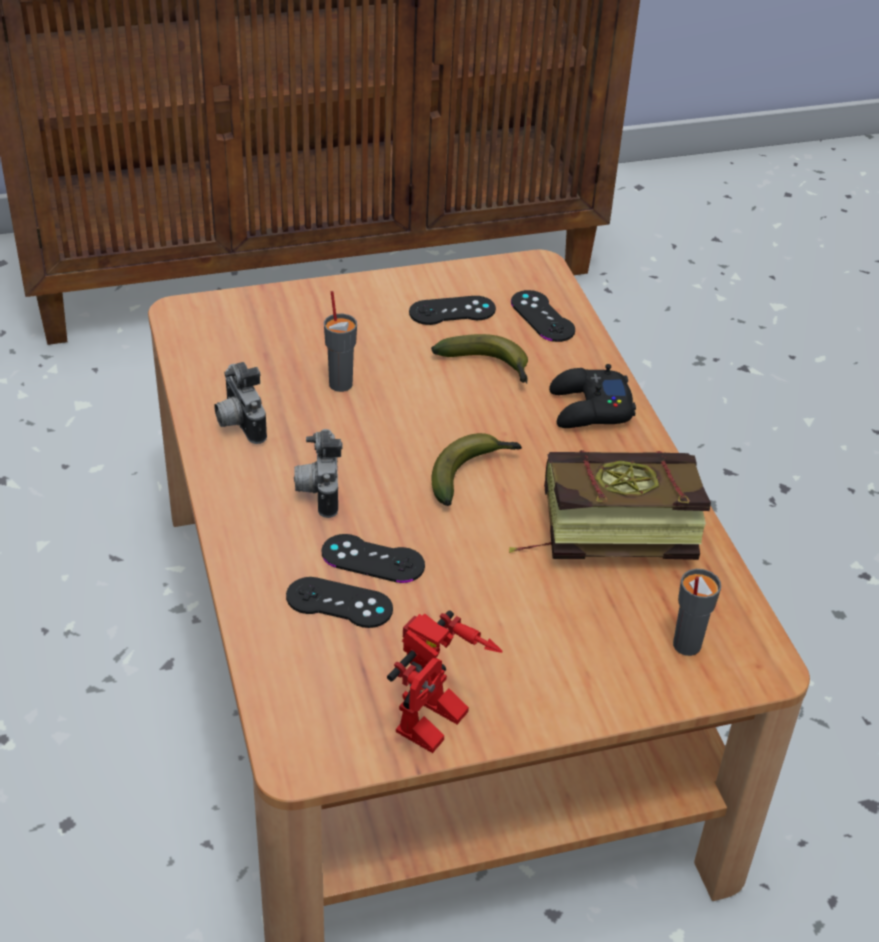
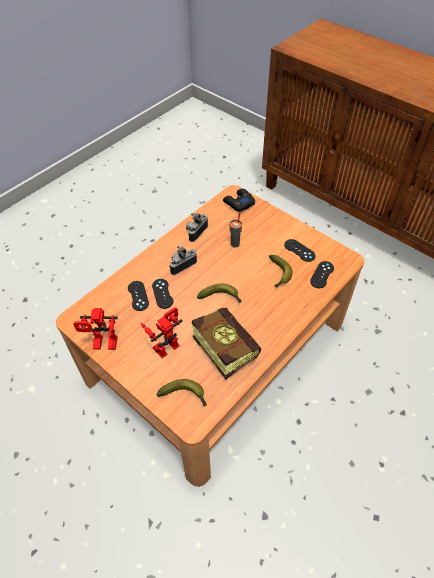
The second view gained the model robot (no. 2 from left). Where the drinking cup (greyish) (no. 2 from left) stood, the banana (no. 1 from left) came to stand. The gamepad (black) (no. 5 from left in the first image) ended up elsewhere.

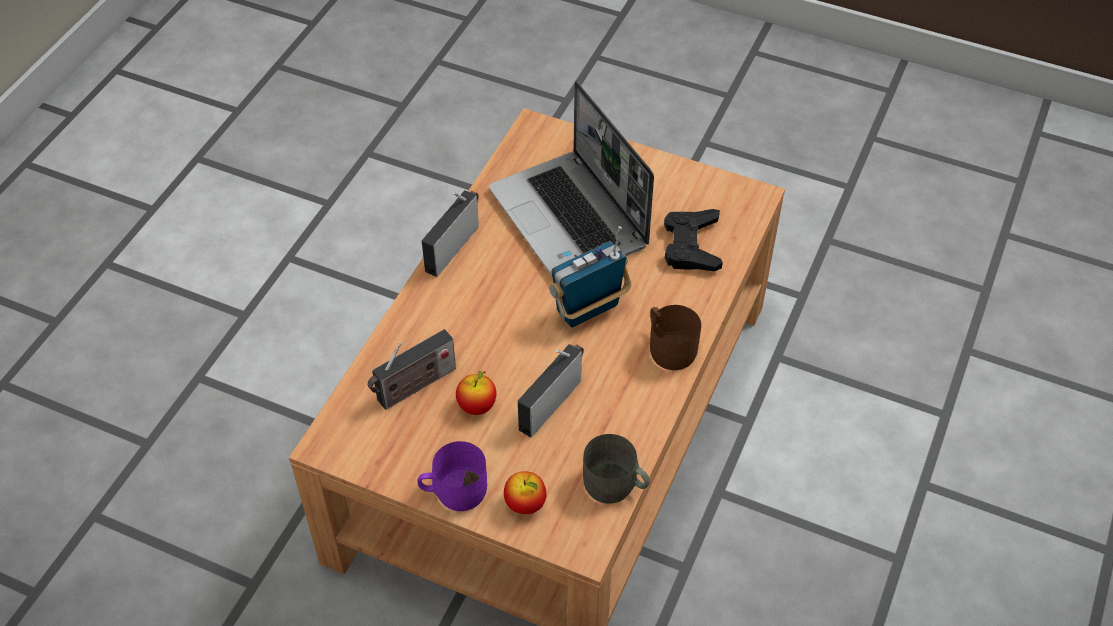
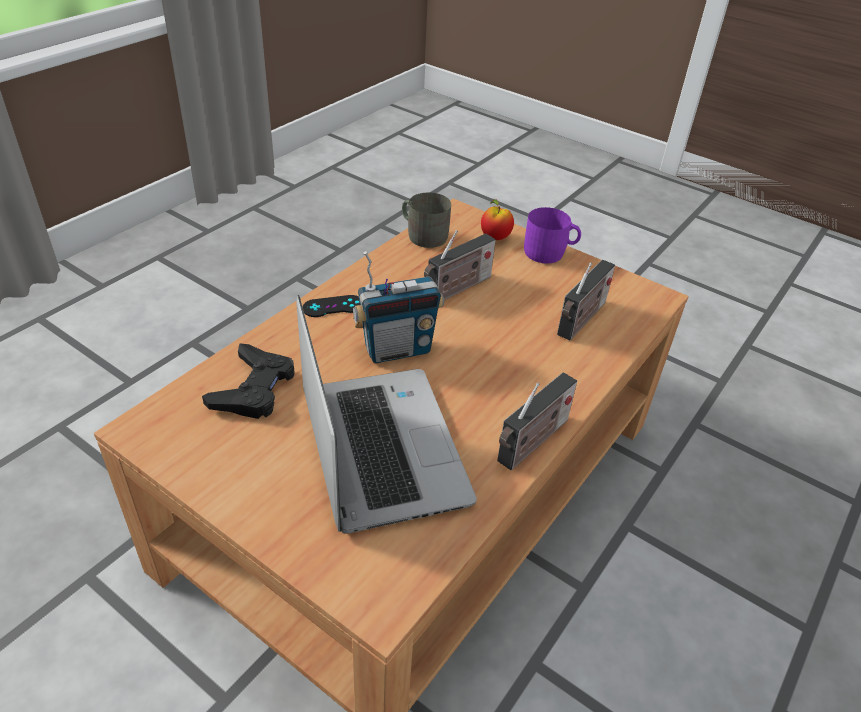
Where the coffee mug (brown) stood, the gamepad (black) (no. 2 from left) came to stand. The radio (no. 1 from left in the first image) ended up facing another way, 150 degrees clockwise from before. The second view lost the apple fruit (no. 1 from left).

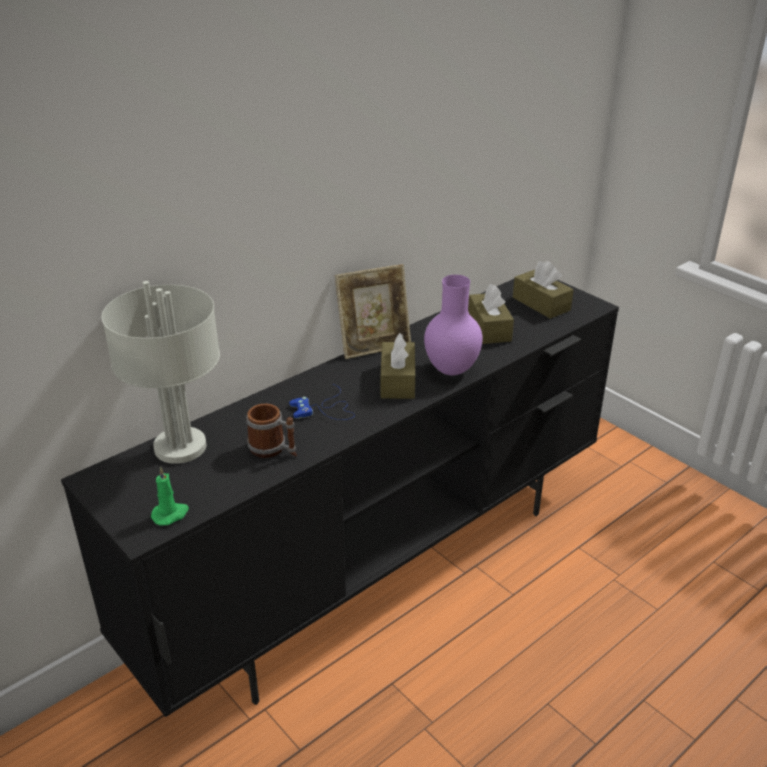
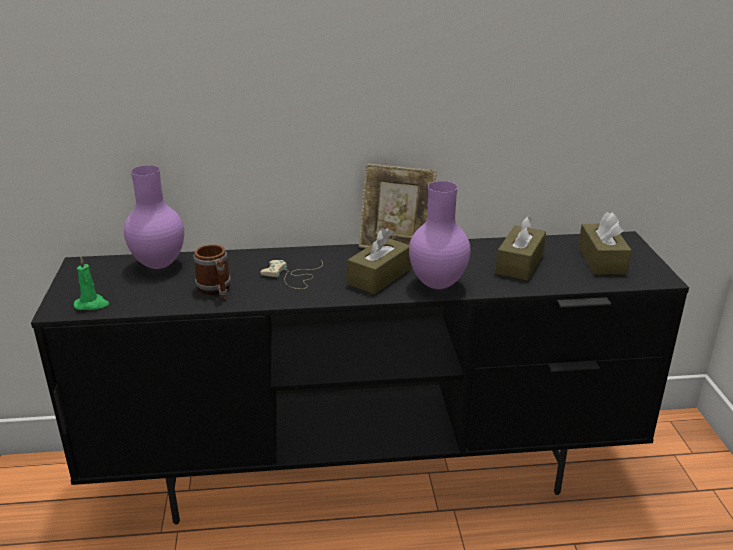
Where the tabletop lamp (greyish) stood, the vase (purple) (no. 1 from left) came to stand. What was the gamepad (blue-coloured) turned into the gamepad (beige).

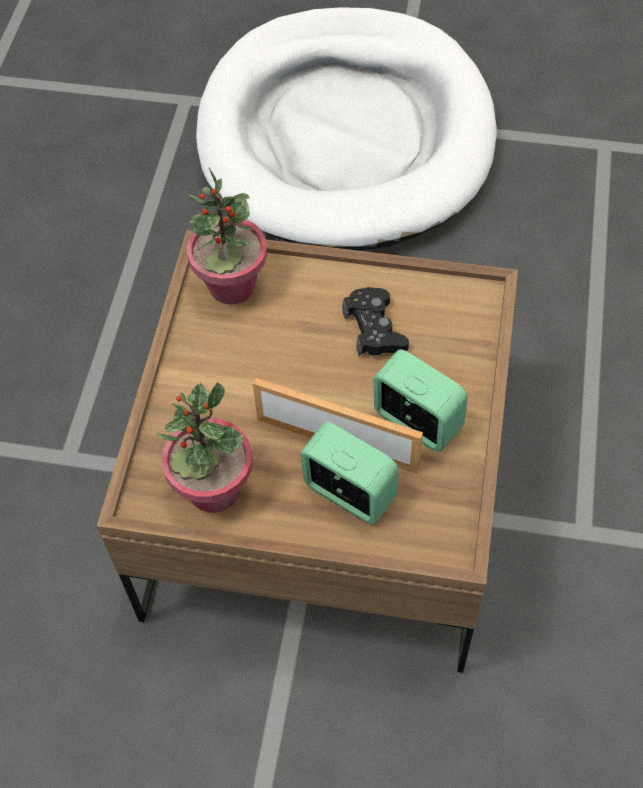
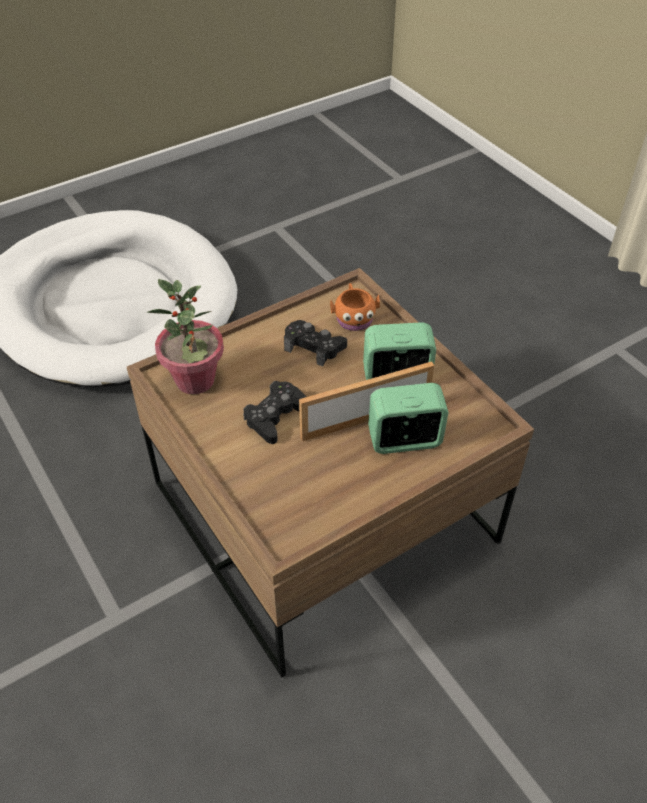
The second view gained the gamepad (black) (no. 1 from left). The second view gained the coffee mug (orangey). The second view lost the houseplant (no. 1 from left).

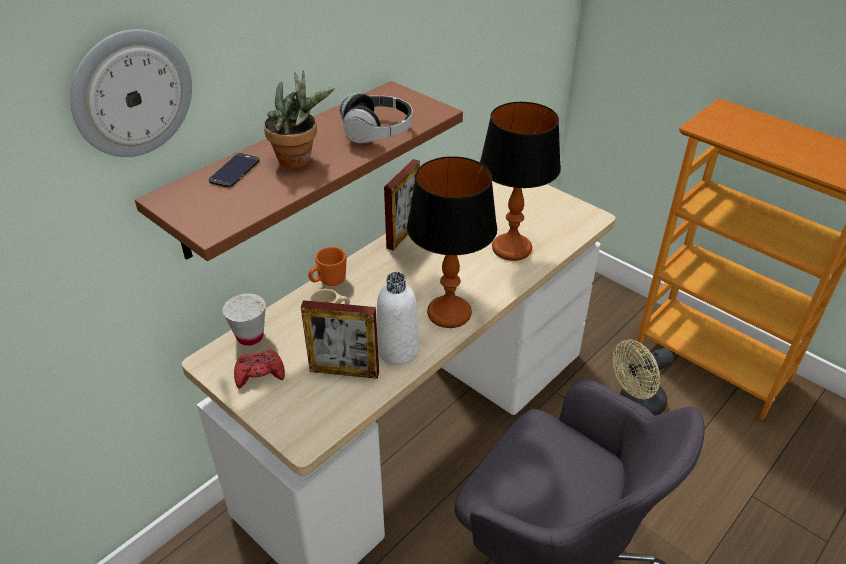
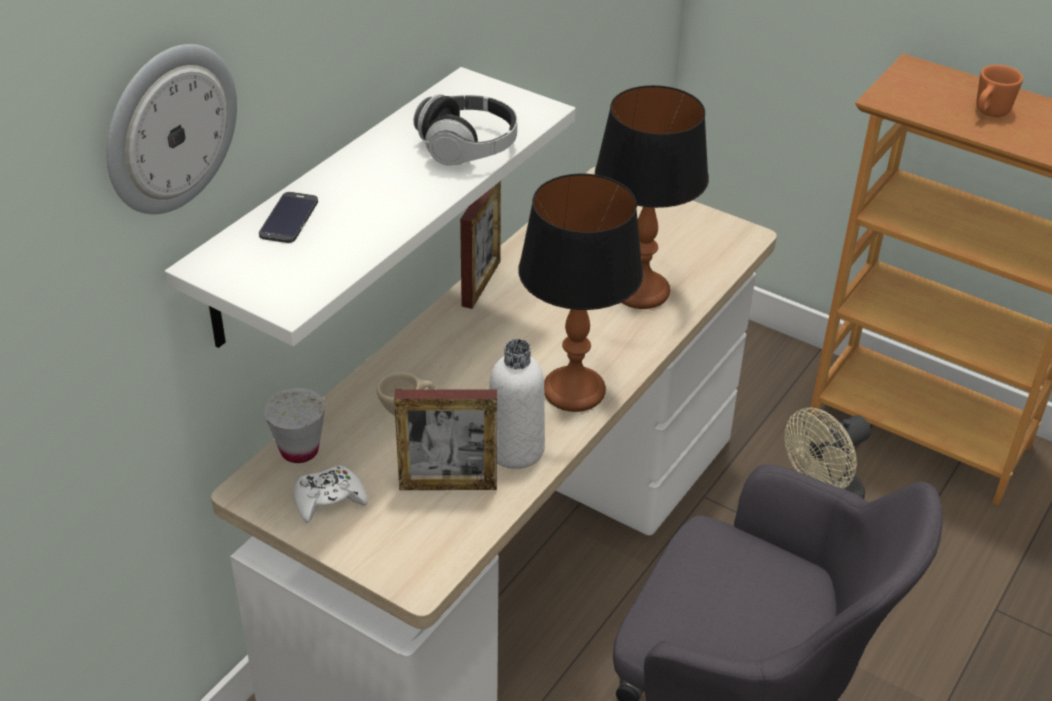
What was the shelf (brown) turned into the shelf (white). What was the gamepad (red-coloured) turned into the gamepad (white). The coffee mug (orangey) ended up elsewhere. The second view lost the houseplant.

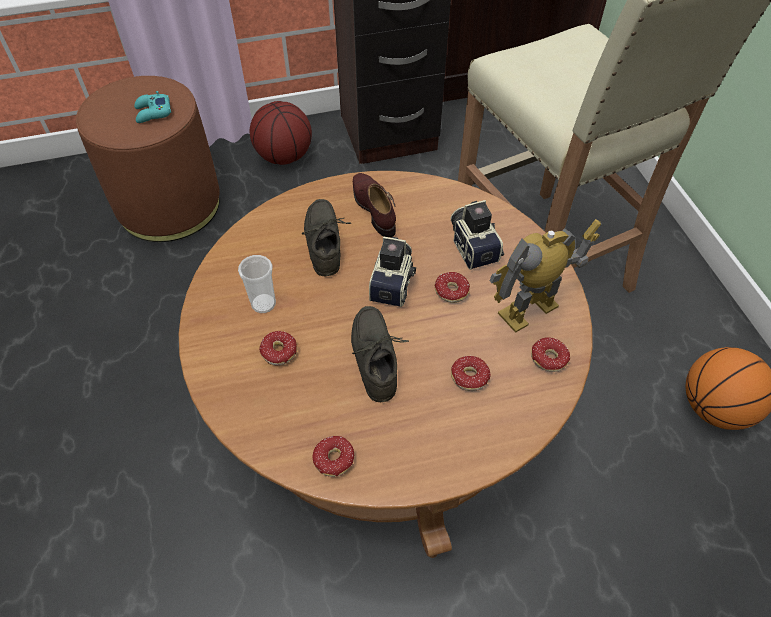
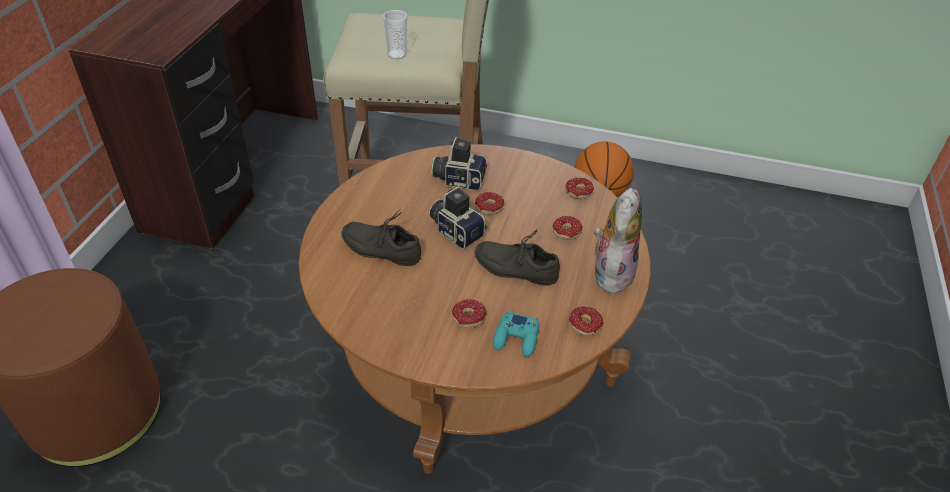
The drinking cup ended up elsewhere. The gamepad (turquoise) ended up elsewhere. The second view gained the soft toy. The second view lost the ball for basketball (no. 1 from left). The second view lost the shoe (brown). The second view lost the model robot.

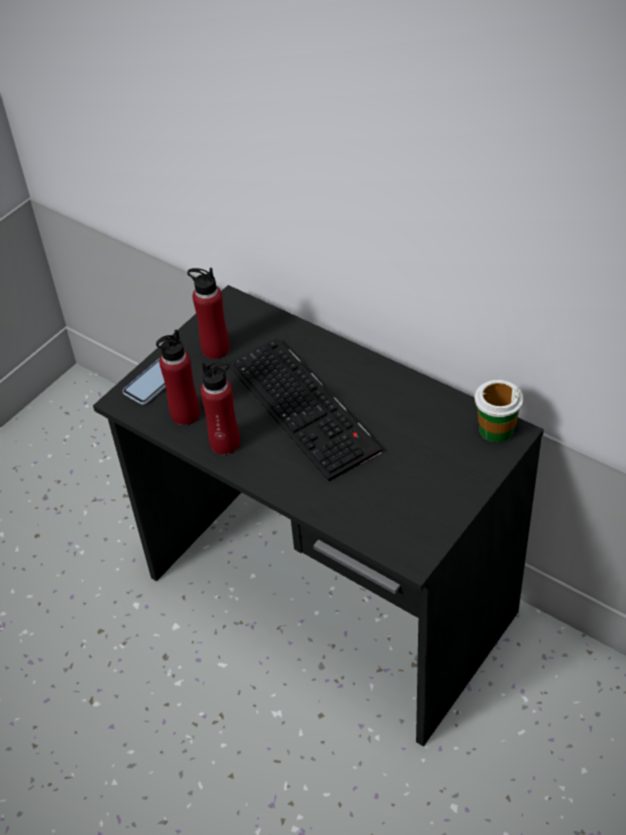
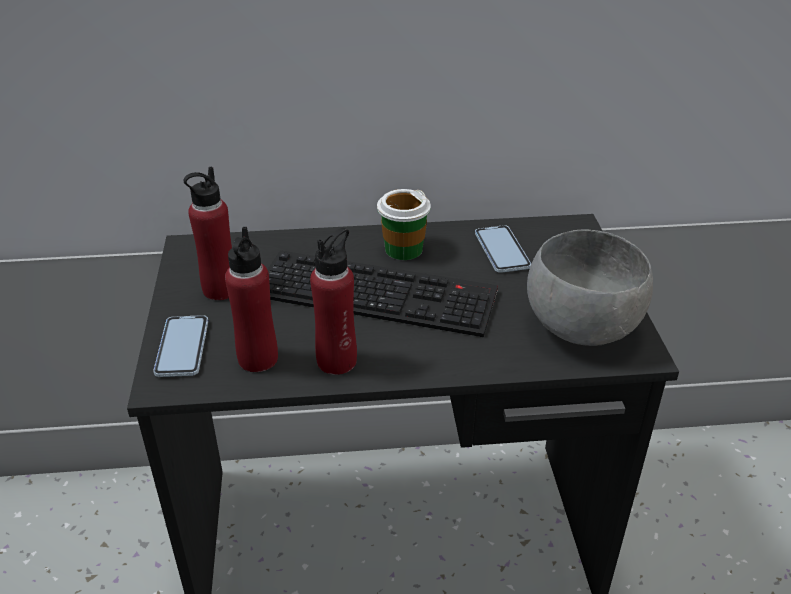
The drinking cup ended up elsewhere. The second view gained the telephone (no. 2 from left). The second view gained the serving bowl (greyish).

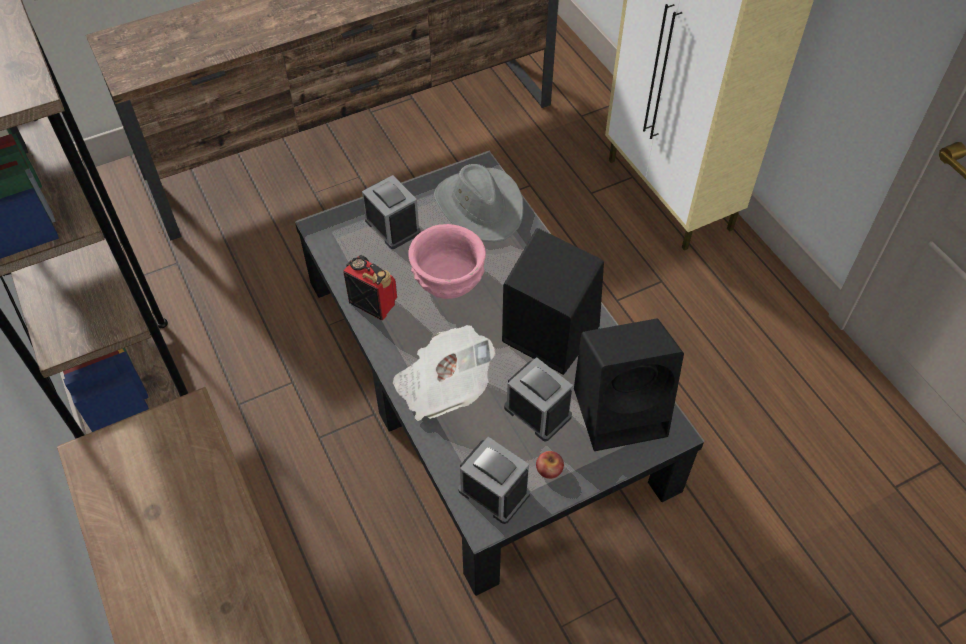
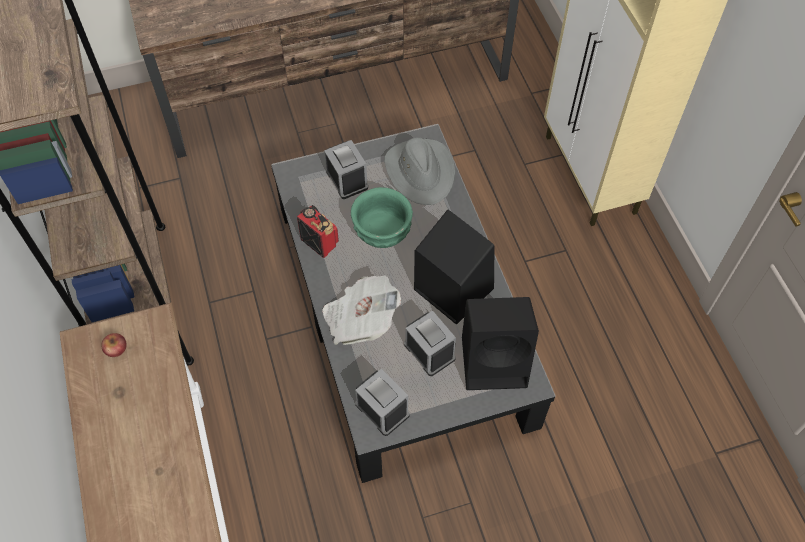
The apple fruit ended up elsewhere. What was the serving bowl (pink) turned into the serving bowl (greenish).

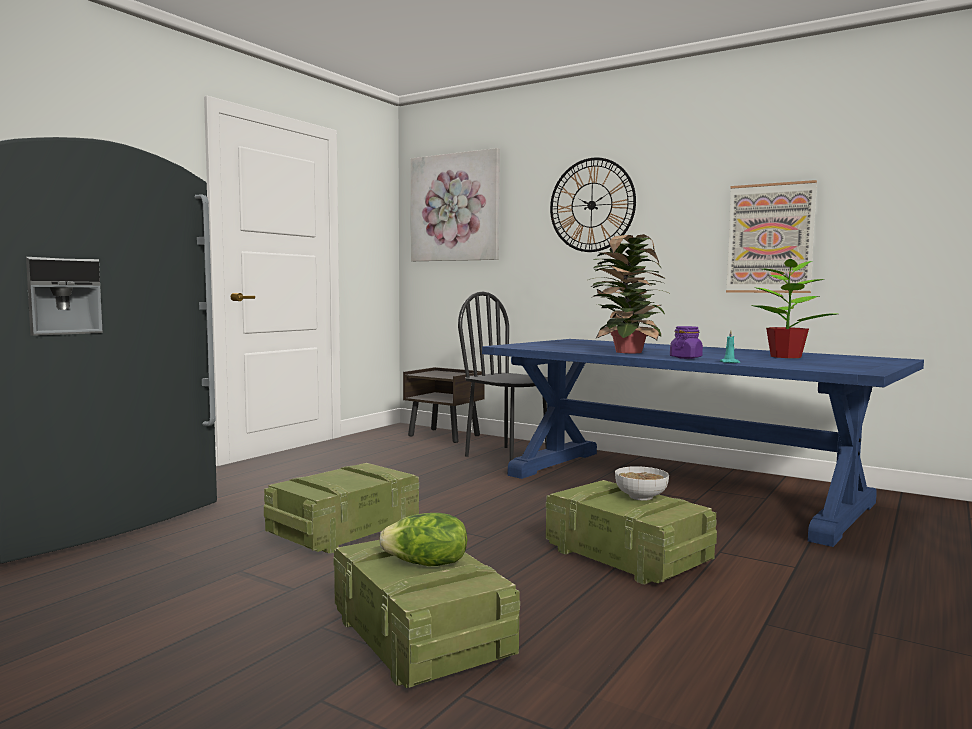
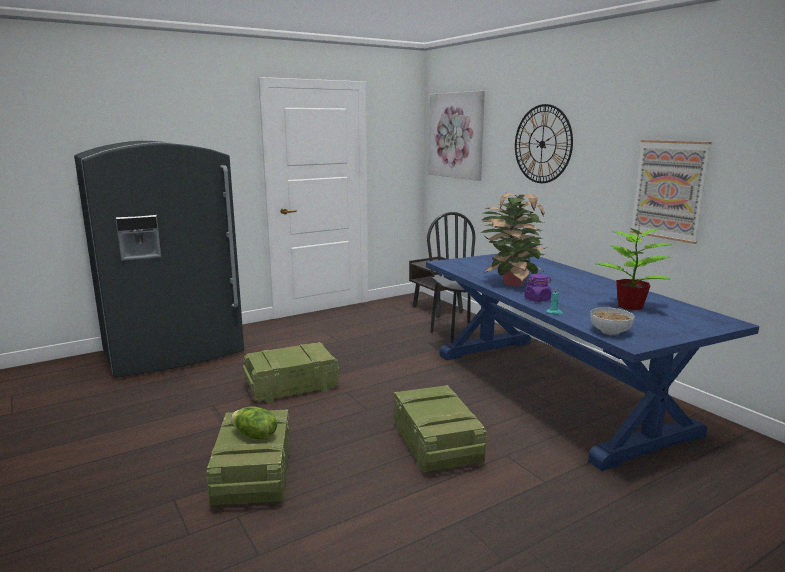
The serving bowl ended up elsewhere.

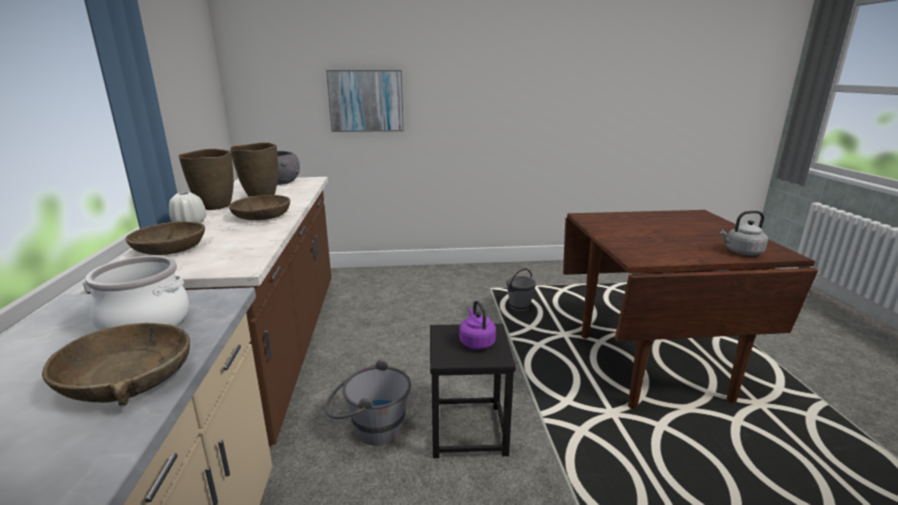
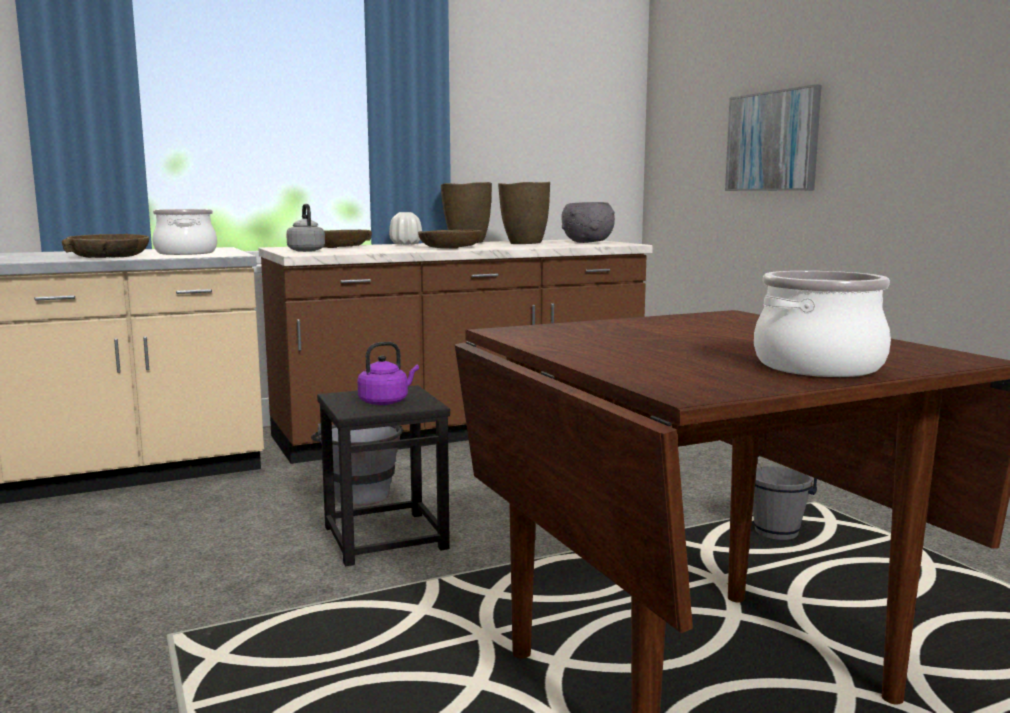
The tea kettle (greyish) ended up elsewhere. The second view gained the stockpot (no. 2 from left).

